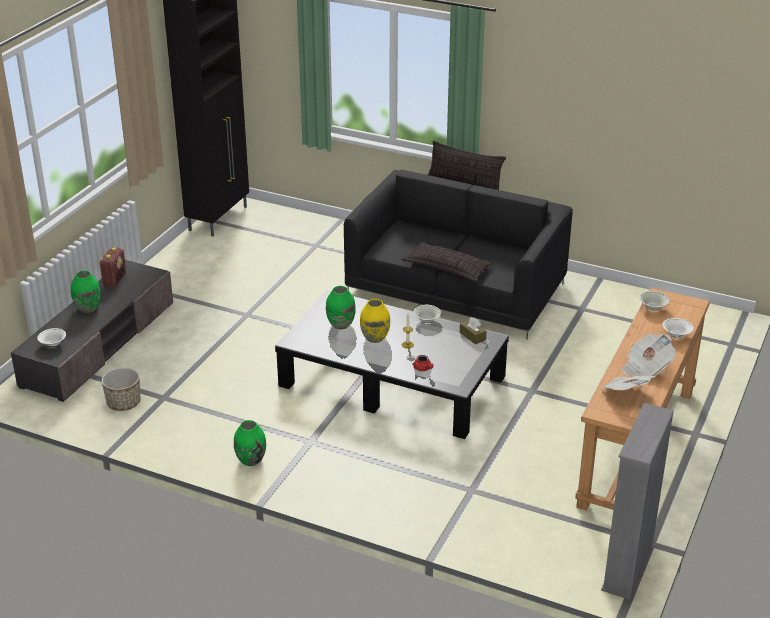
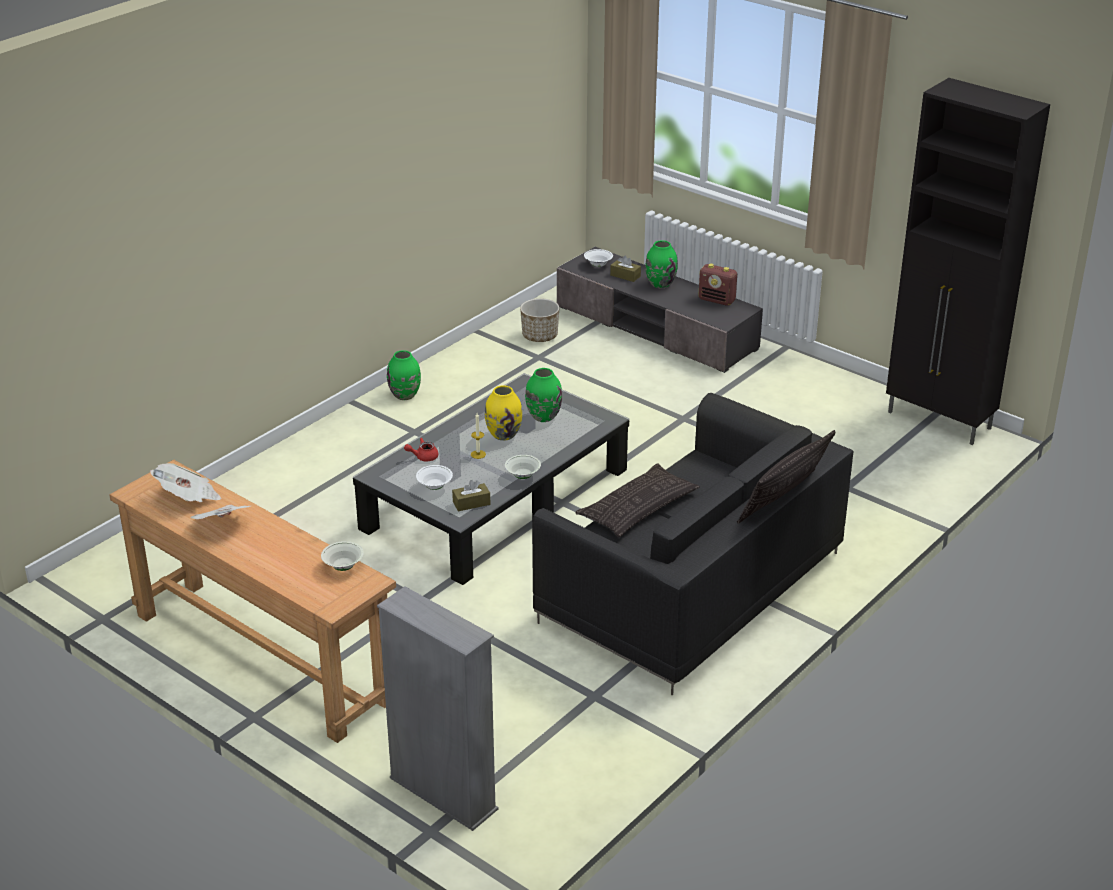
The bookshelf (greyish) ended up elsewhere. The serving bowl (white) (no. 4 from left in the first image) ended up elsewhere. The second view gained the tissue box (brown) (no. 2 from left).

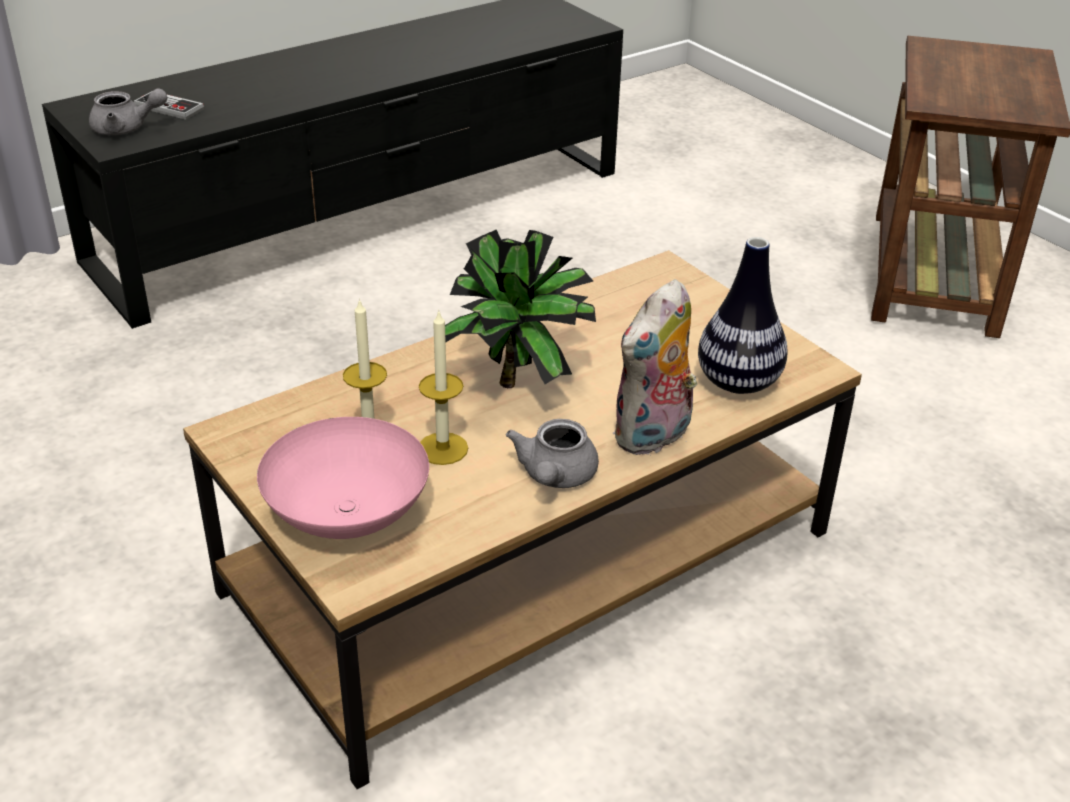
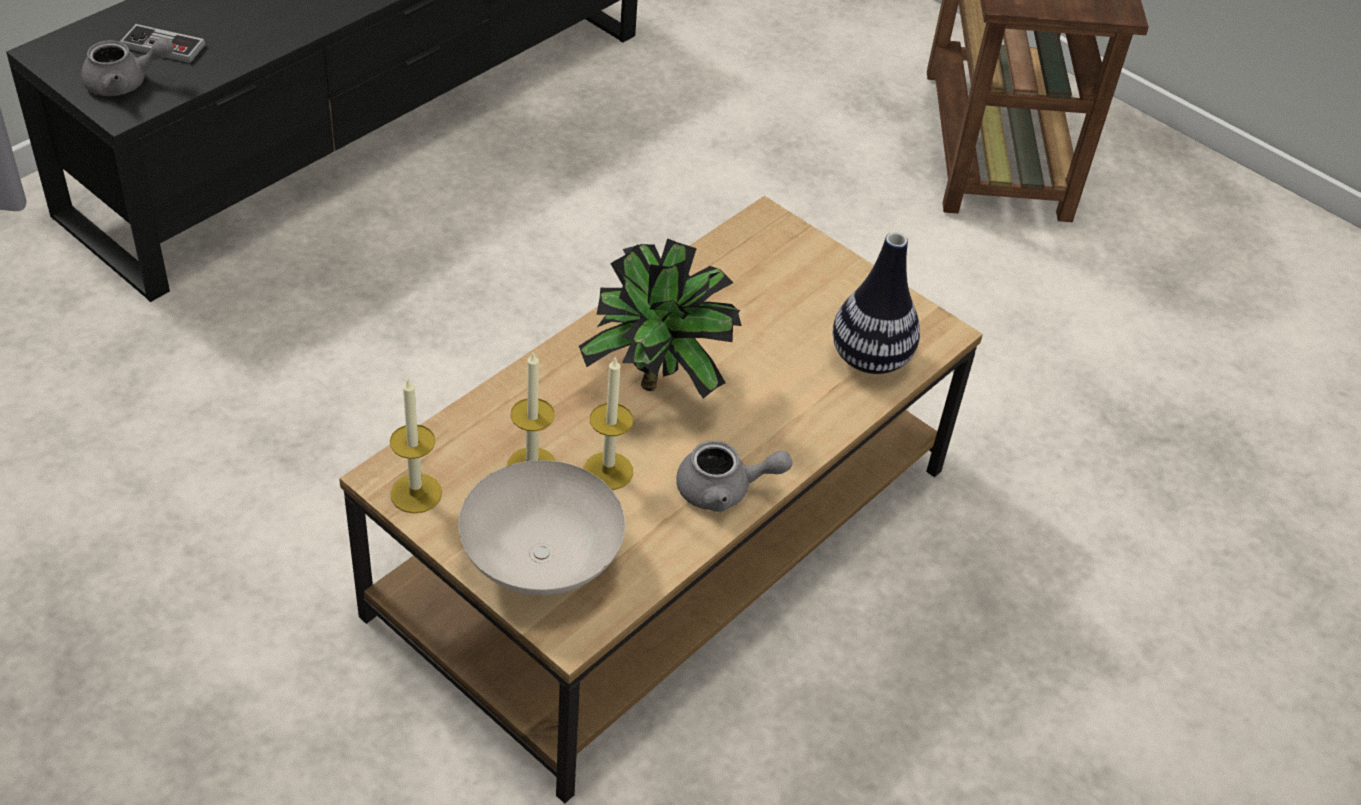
The second view gained the candle (no. 1 from left). What was the serving bowl (pink) turned into the serving bowl (white). The tea pot (greyish) (no. 2 from left) ended up facing another way, 90 degrees counterclockwise from before. The second view lost the soft toy.

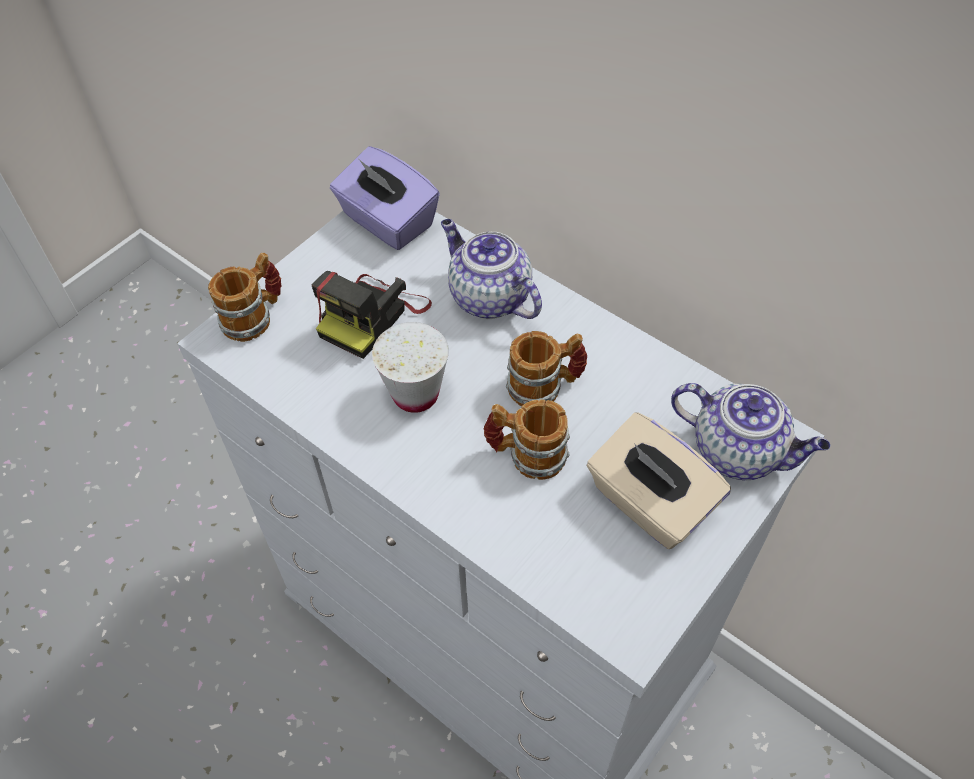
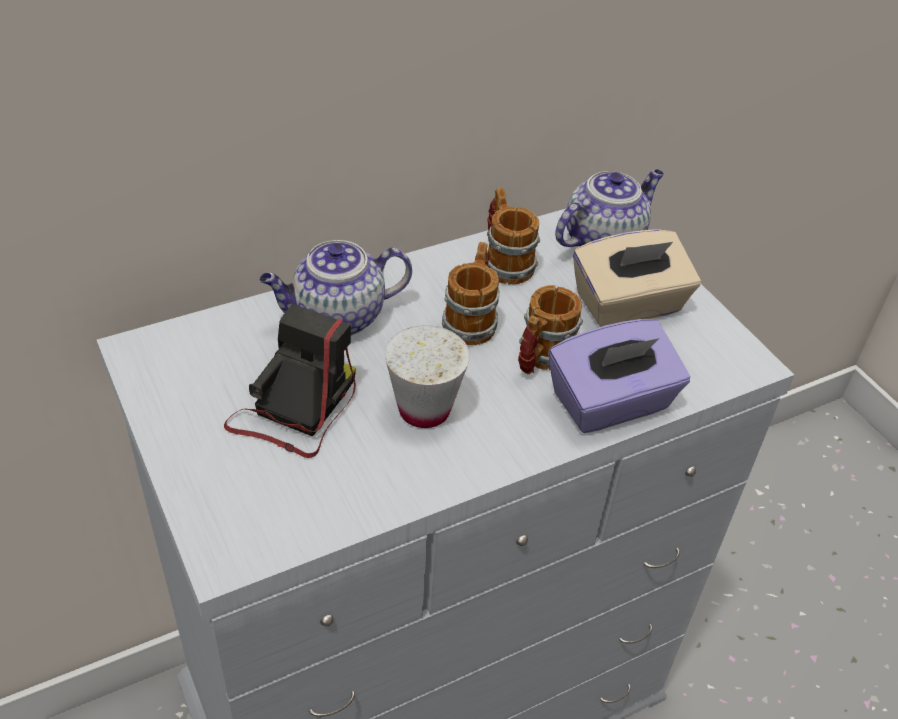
The still camera ended up facing another way, 120 degrees counterclockwise from before. The coffee mug (no. 1 from left in the first image) ended up elsewhere. The tissue box (purple) ended up elsewhere.

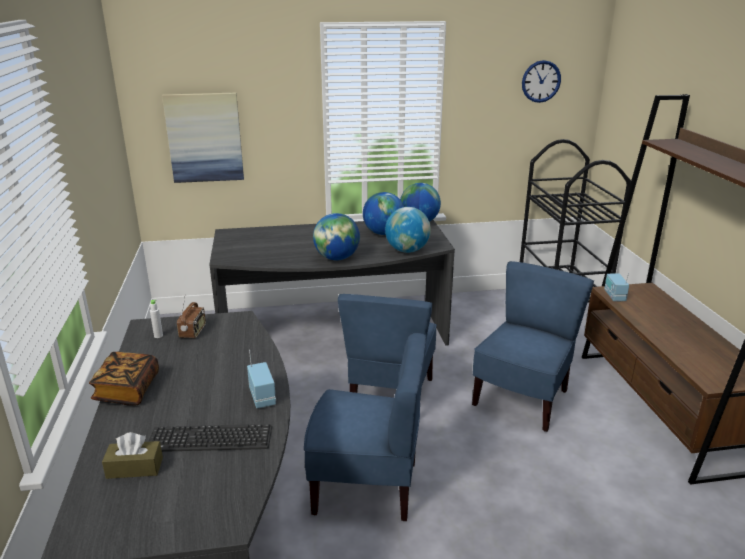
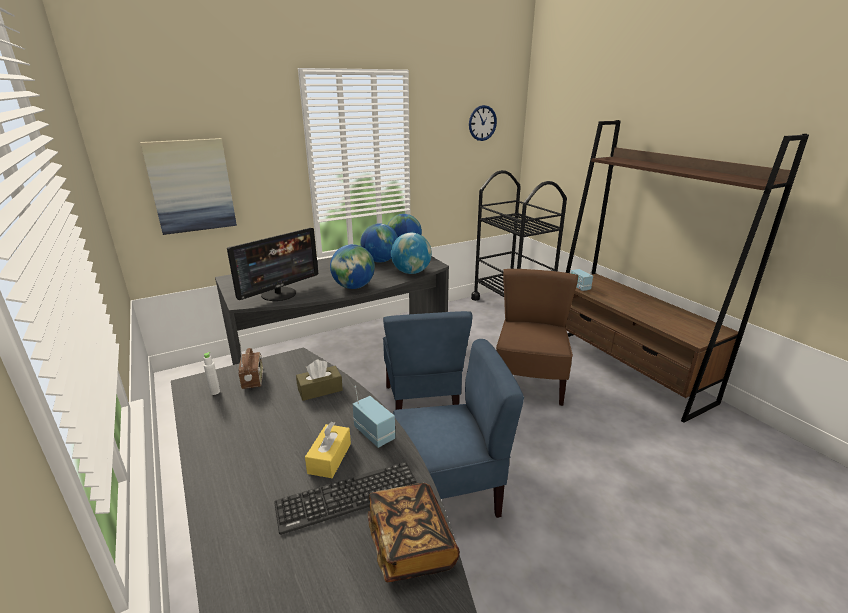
The second view gained the computer screen. The tissue box (brown) ended up elsewhere. The second view gained the tissue box (yellow). The book ended up elsewhere. What was the chair (blue-coloured) (no. 3 from left) turned into the chair (brown).

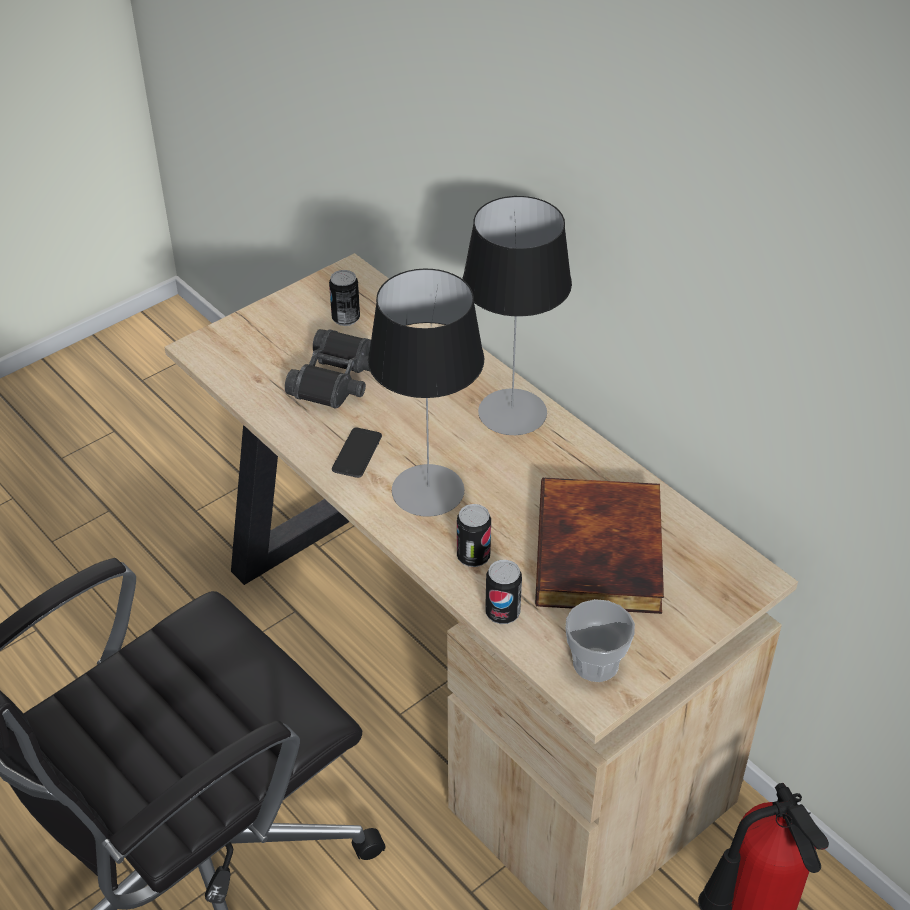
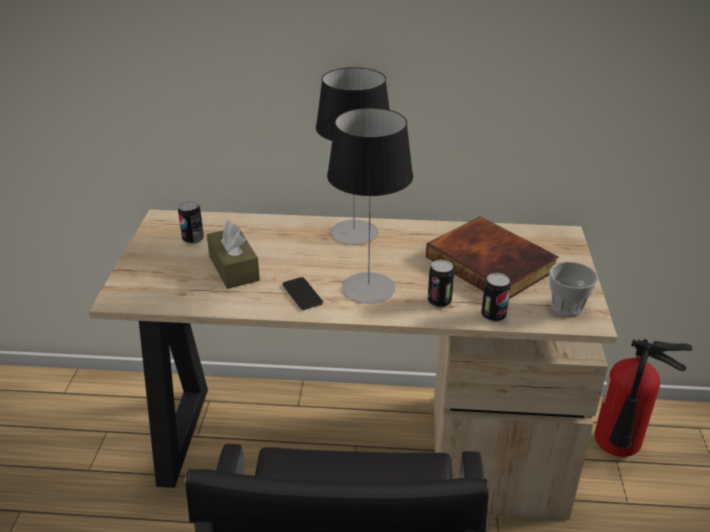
Where the pair of binoculars (black) stood, the tissue box (brown) came to stand.

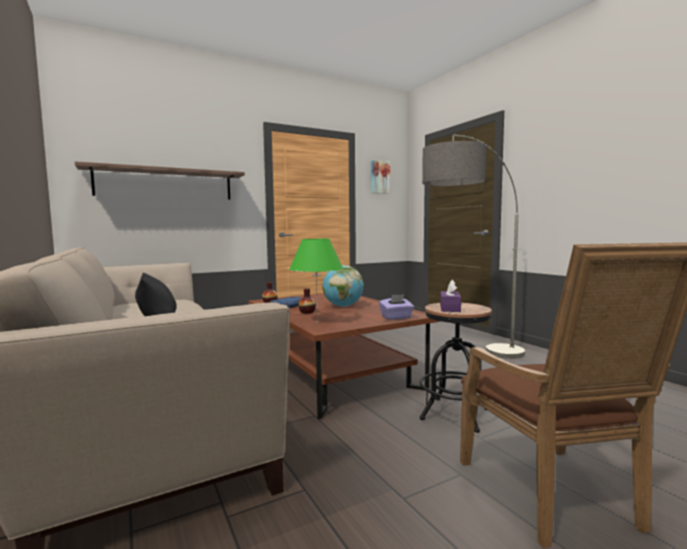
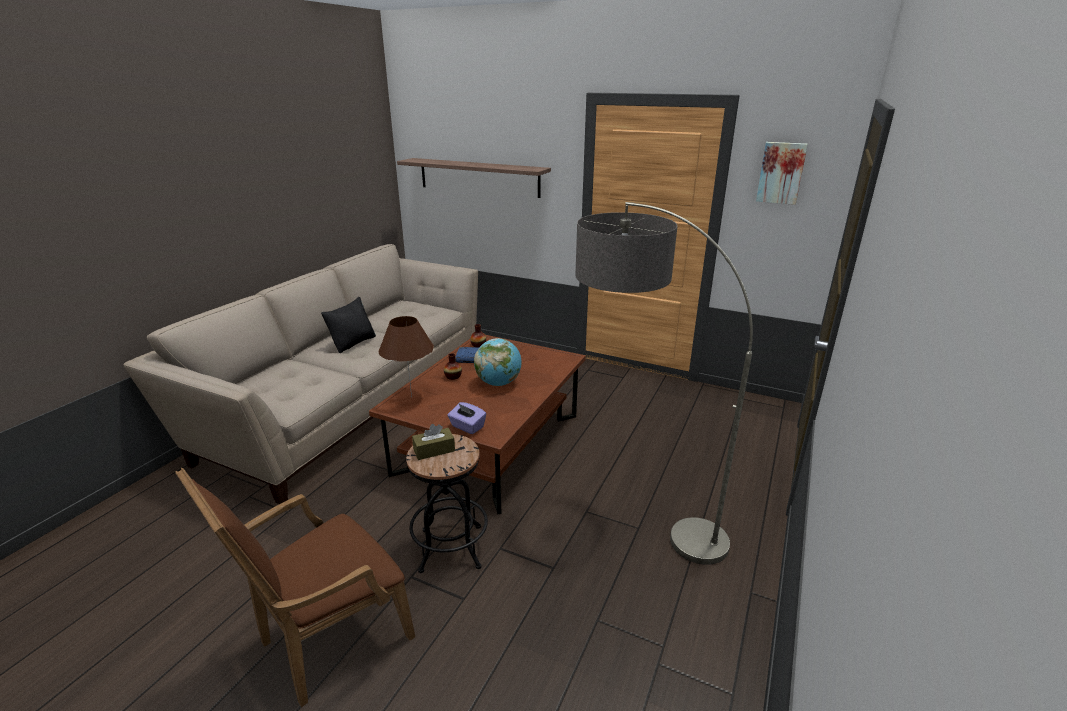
What was the tabletop lamp (greenish) turned into the tabletop lamp (brown). What was the tissue box (purple) (no. 2 from left) turned into the tissue box (brown).

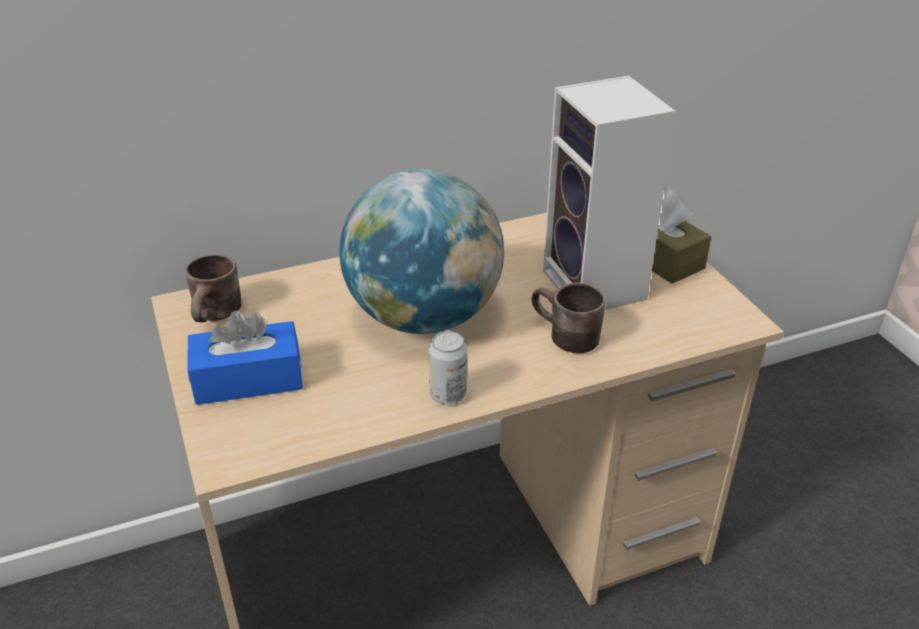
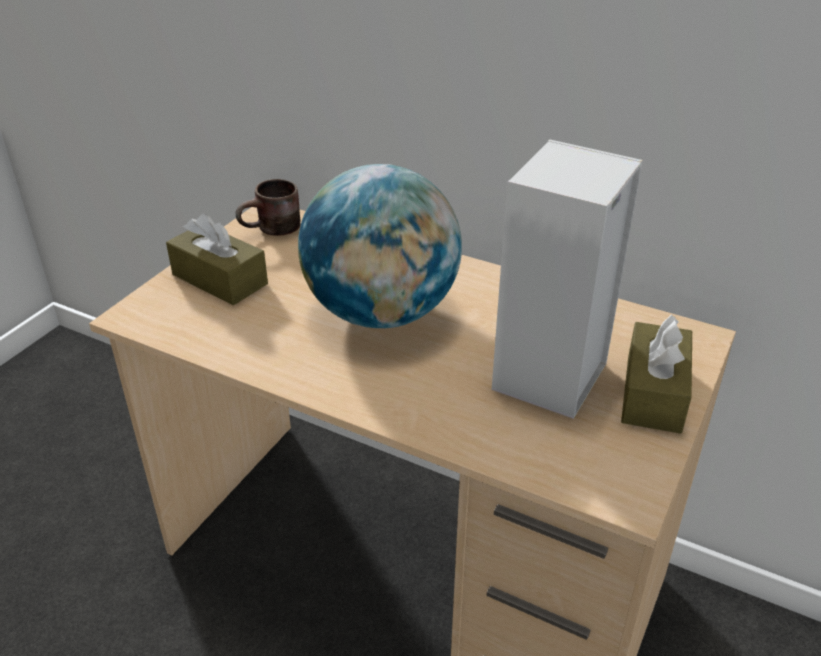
What was the tissue box (blue-coloured) turned into the tissue box (brown) (no. 1 from left). The second view lost the metal can. The second view lost the coffee mug (brown) (no. 2 from left).

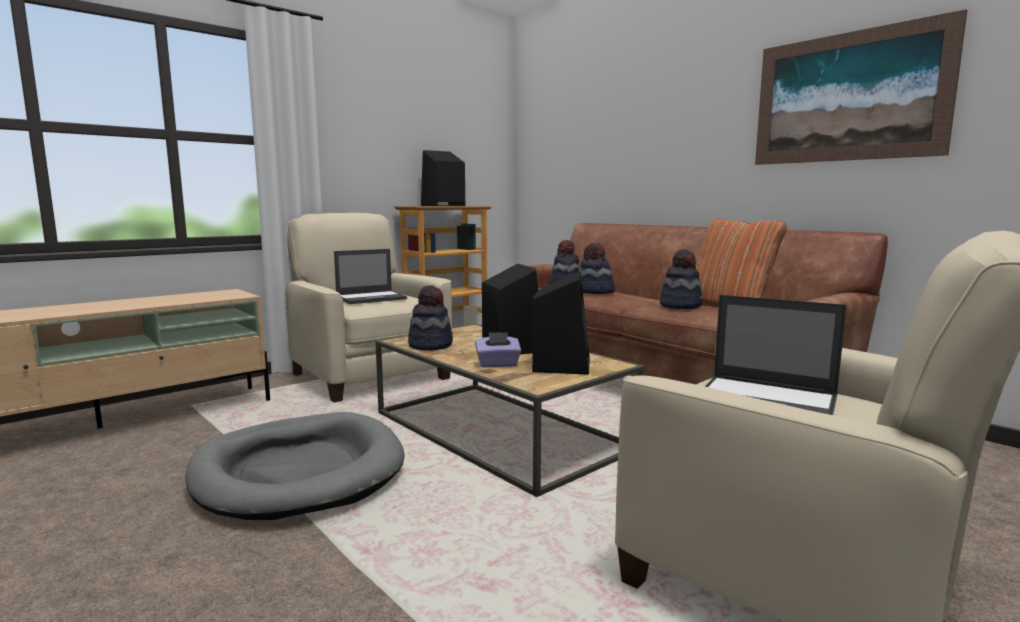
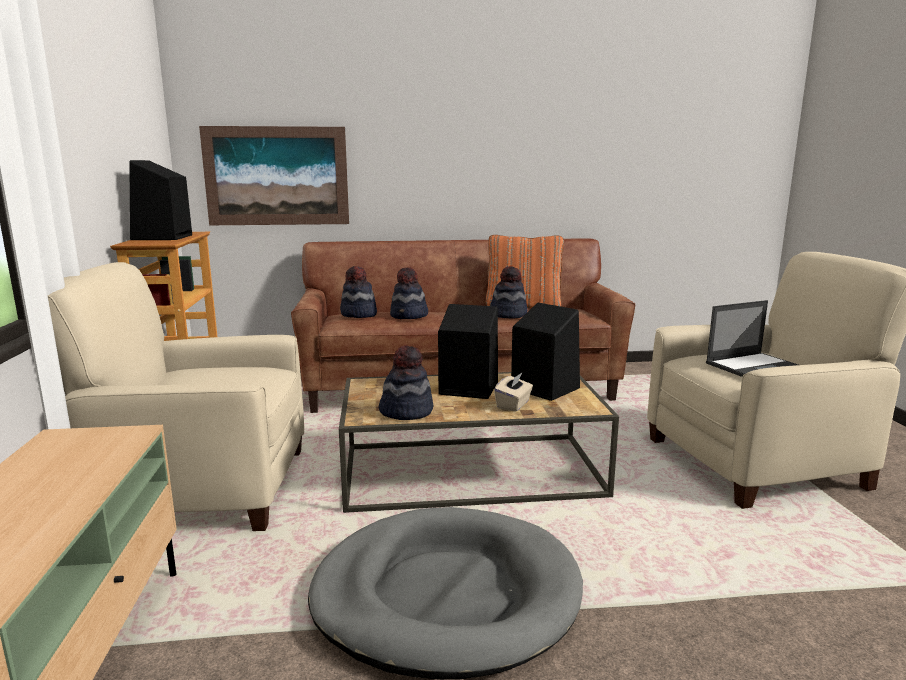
The picture ended up elsewhere. What was the tissue box (purple) turned into the tissue box (beige). The second view lost the laptop (no. 1 from left).

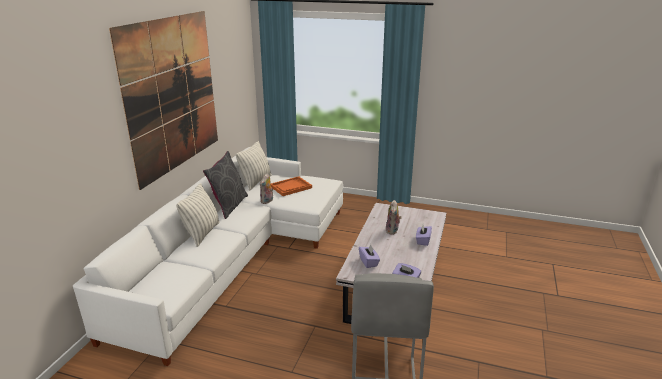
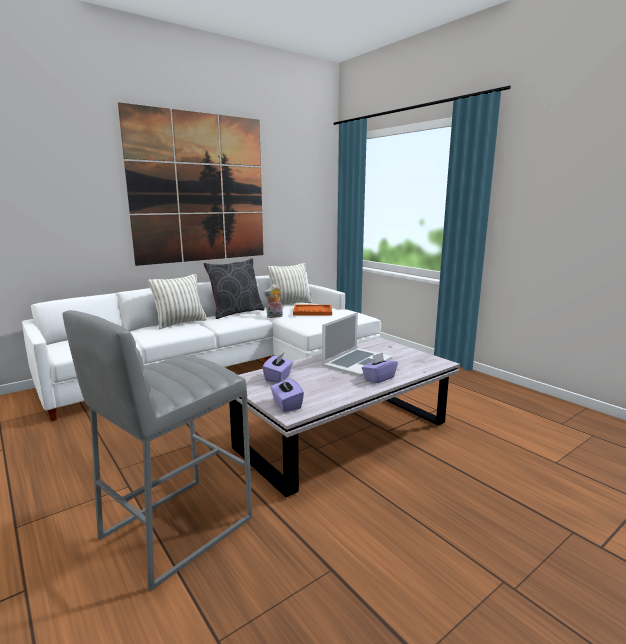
Where the soft toy (no. 2 from left) stood, the laptop came to stand.

